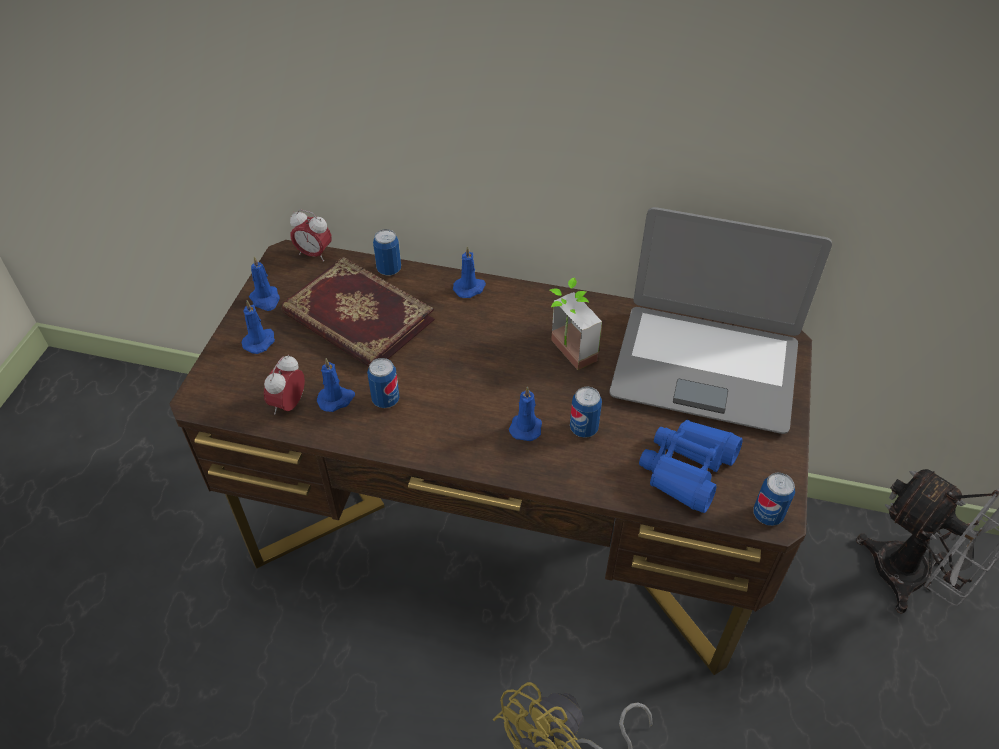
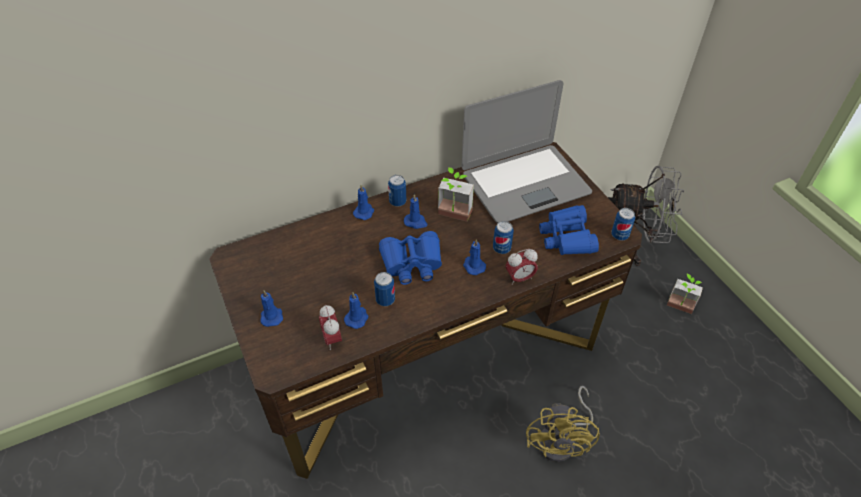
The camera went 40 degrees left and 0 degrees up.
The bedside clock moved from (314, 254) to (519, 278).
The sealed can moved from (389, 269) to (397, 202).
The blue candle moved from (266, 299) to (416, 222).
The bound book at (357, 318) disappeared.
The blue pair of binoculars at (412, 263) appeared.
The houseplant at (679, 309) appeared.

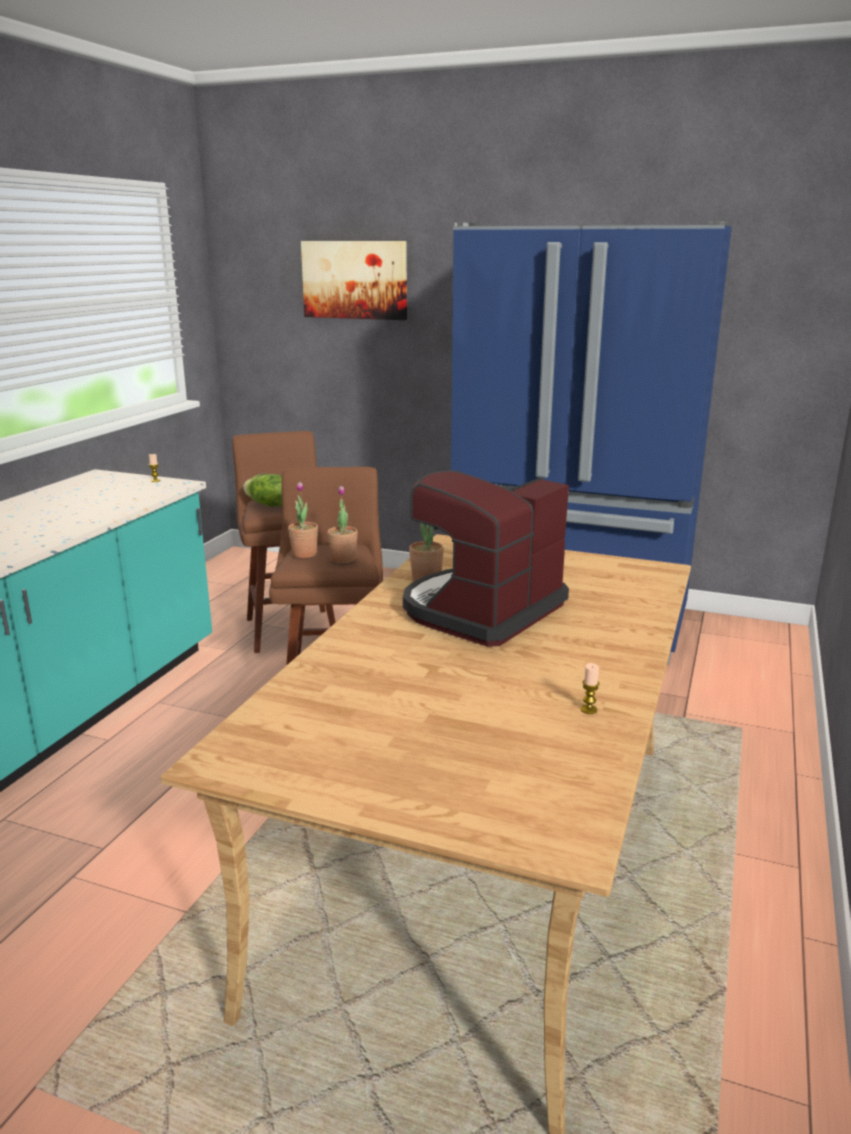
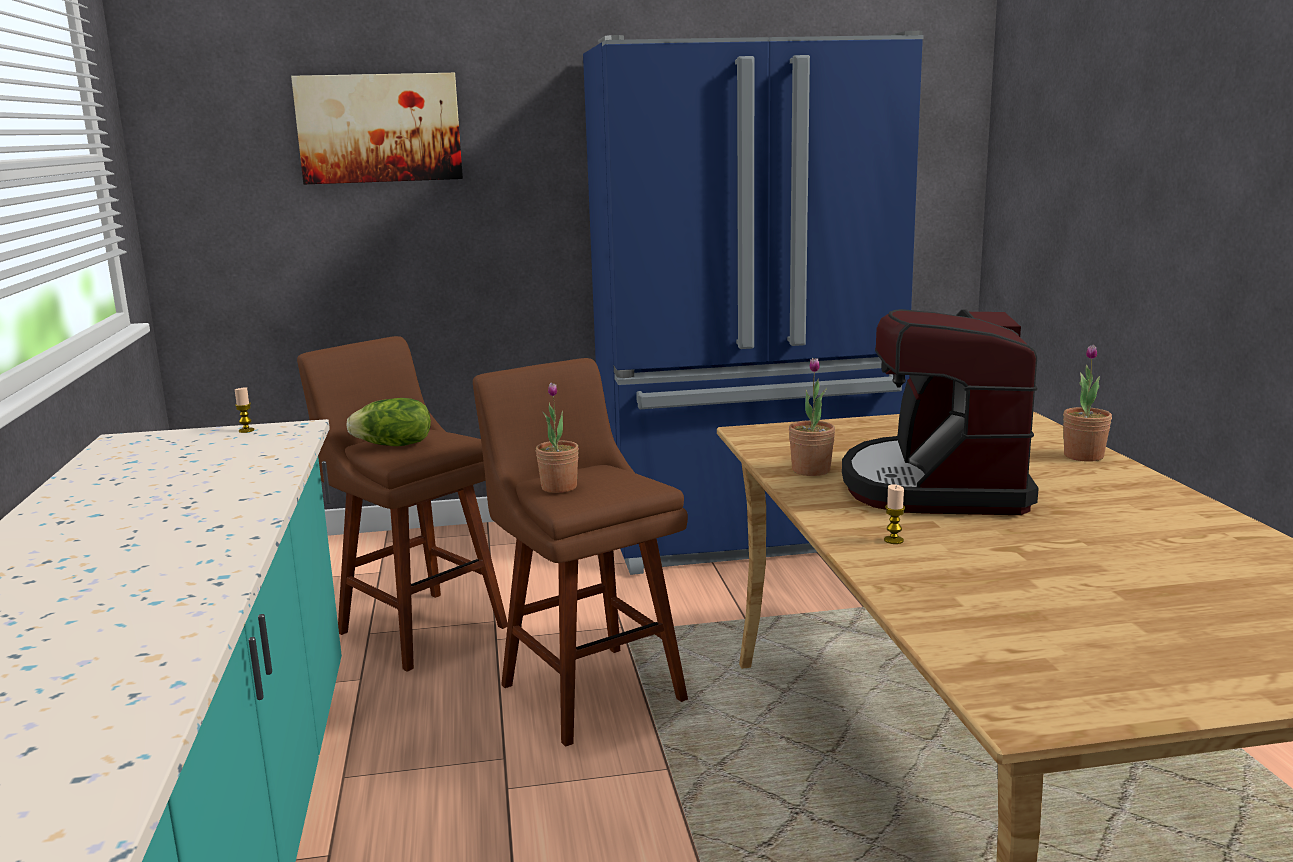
The camera went 30 degrees left and 5 degrees down.
The houseplant moved from (343, 559) to (1083, 456).
The candle moved from (588, 709) to (893, 540).

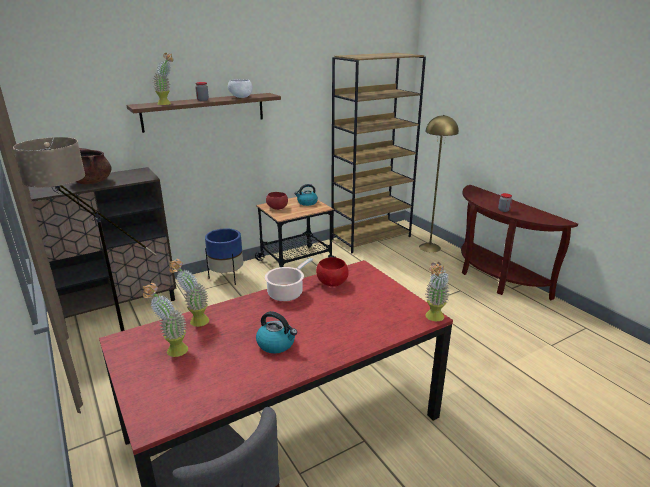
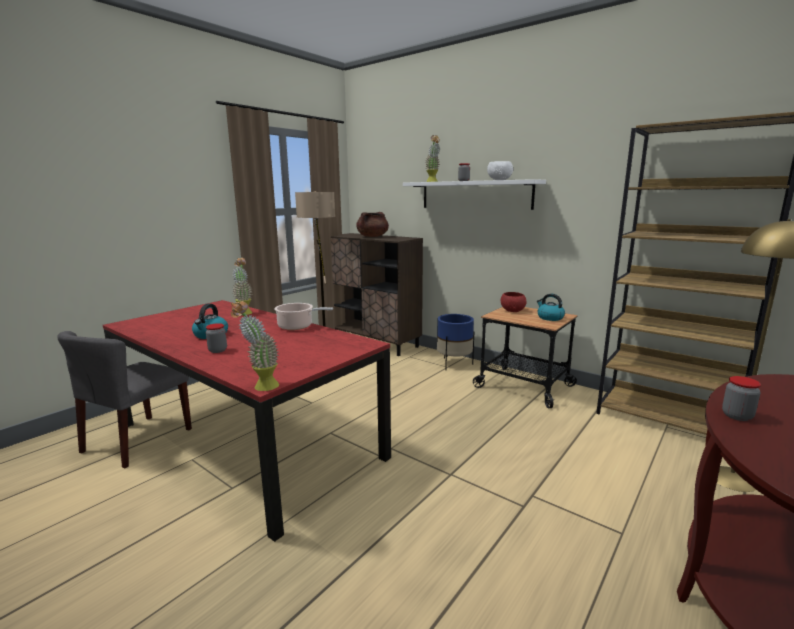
The camera went 70 degrees right and 10 degrees down.
The brown-coloured bracket shelf at (204, 112) became the white bracket shelf at (475, 195).
The reddish deep dish at (332, 282) disappeared.
The houseplant at (172, 350) disappeared.
The jar at (217, 350) appeared.

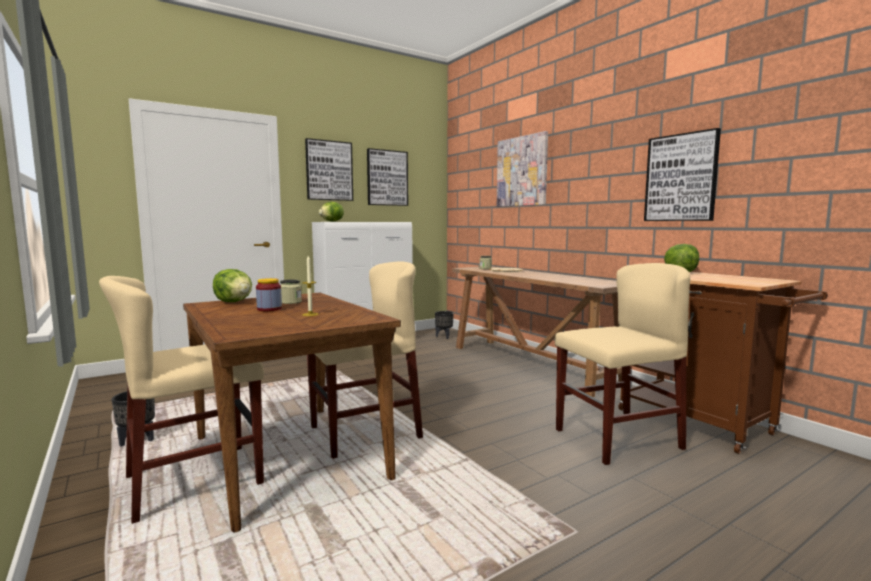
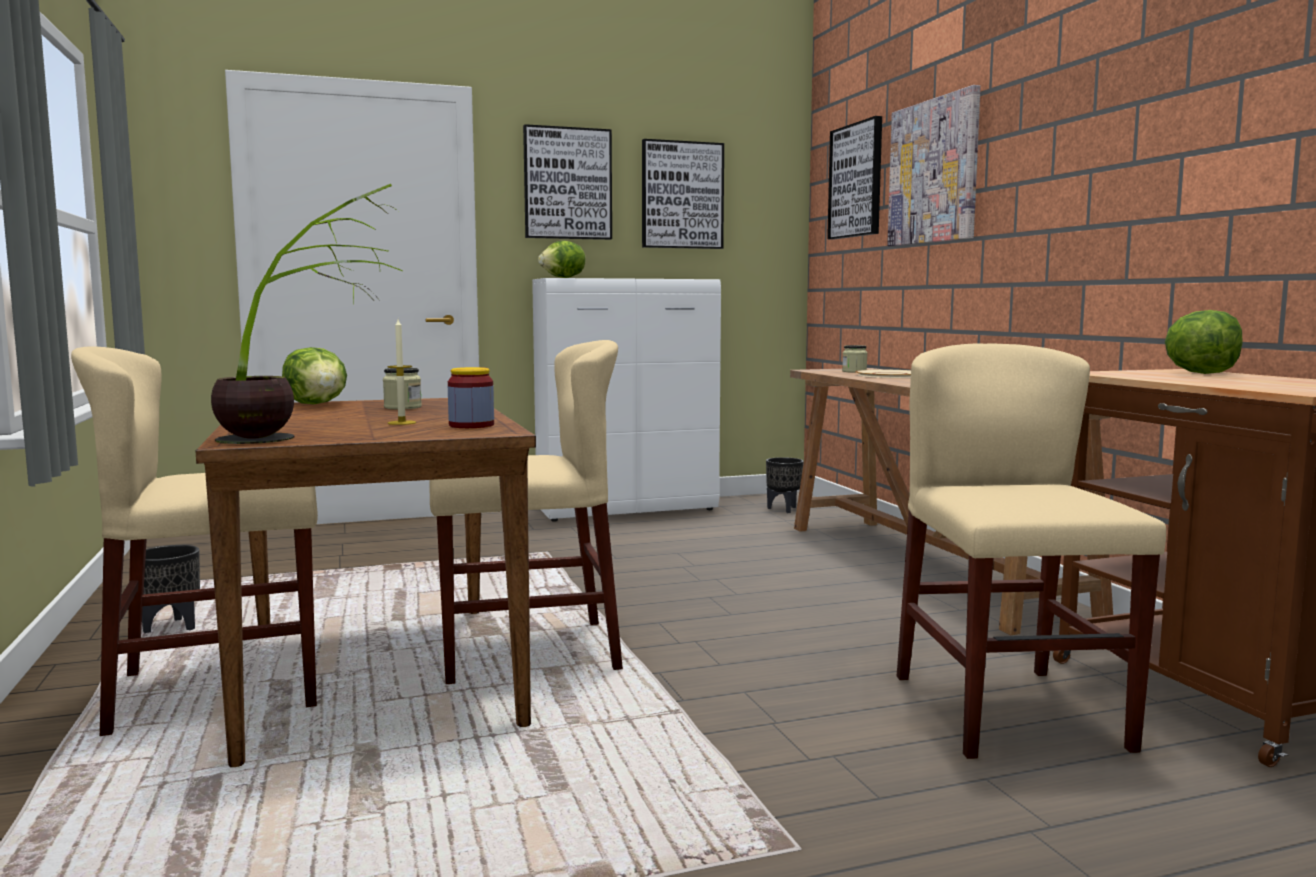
The camera went 15 degrees right and 0 degrees up.
The wall art moved from (681, 178) to (856, 181).
The sand-coloured plain chair at (617, 439) turned 90 degrees counterclockwise.
The jar moved from (269, 309) to (471, 425).
The houseplant at (303, 437) appeared.

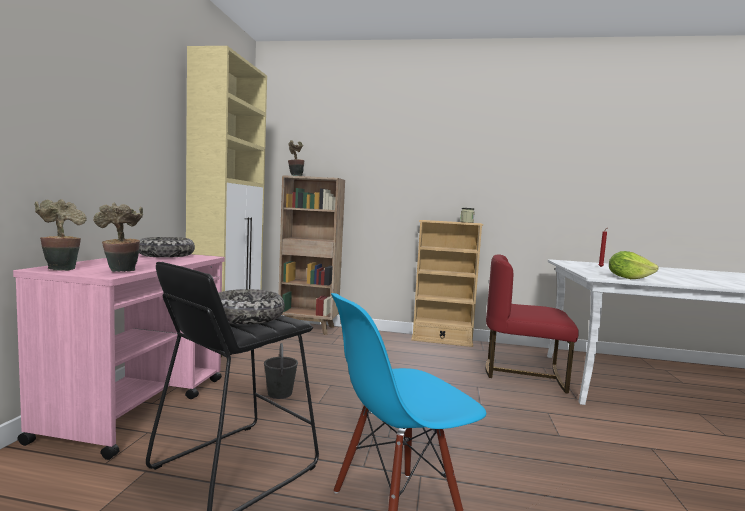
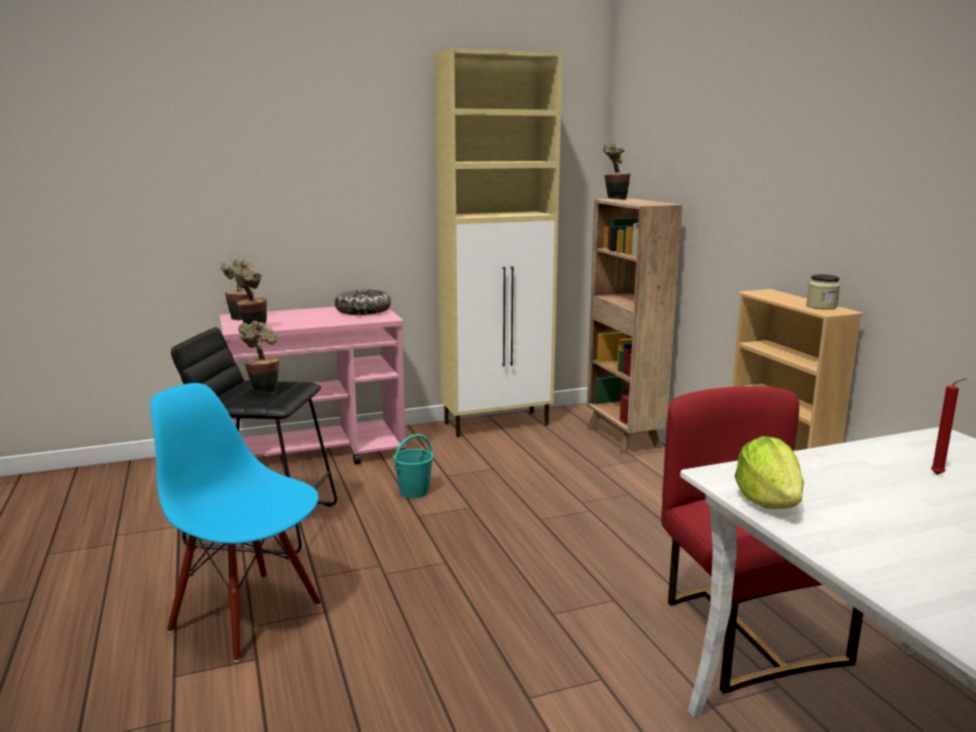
The camera went 60 degrees right and 10 degrees up.
The deep dish at (246, 318) was replaced by the houseplant at (263, 391).
The greyish bucket at (280, 393) became the turquoise-coloured bucket at (413, 492).

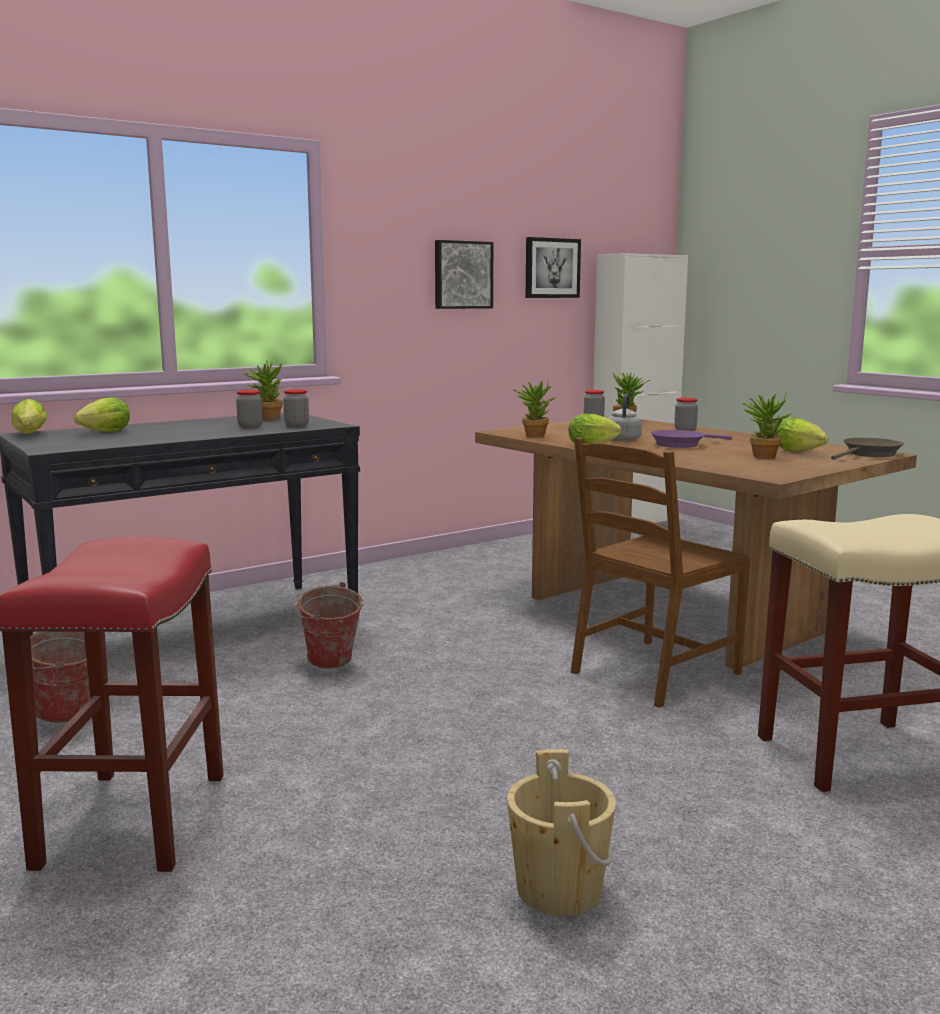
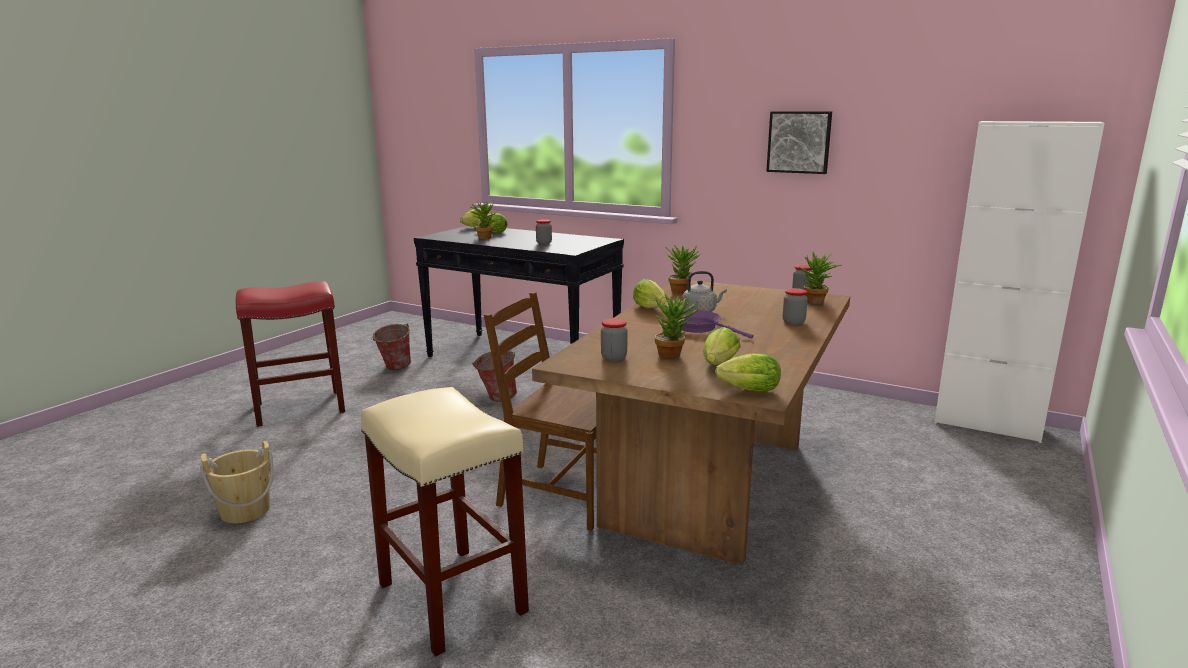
The camera went 65 degrees right and 5 degrees up.
The wall art at (551, 268) disappeared.
The houseplant moved from (265, 418) to (484, 237).
The jar moved from (296, 425) to (614, 358).
The brown-coloured skillet at (869, 454) was replaced by the head of lettuce at (746, 390).

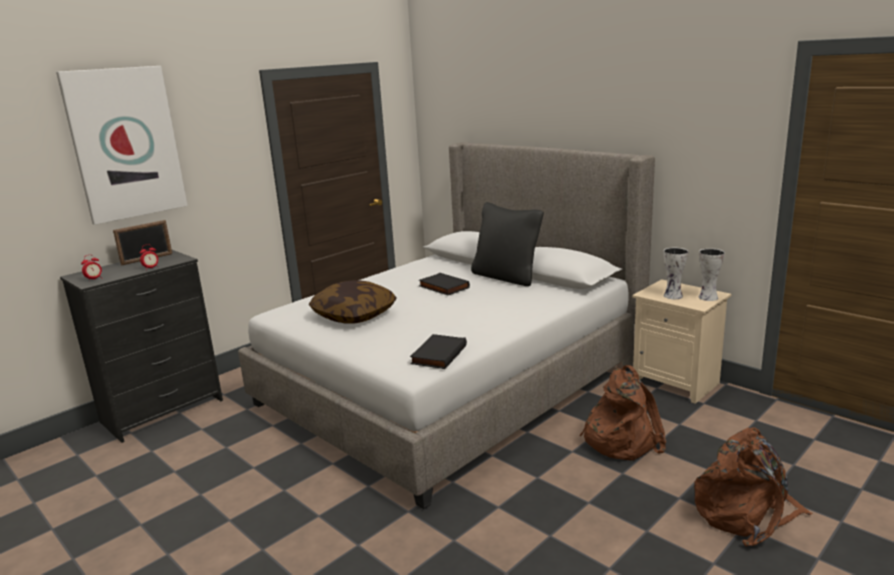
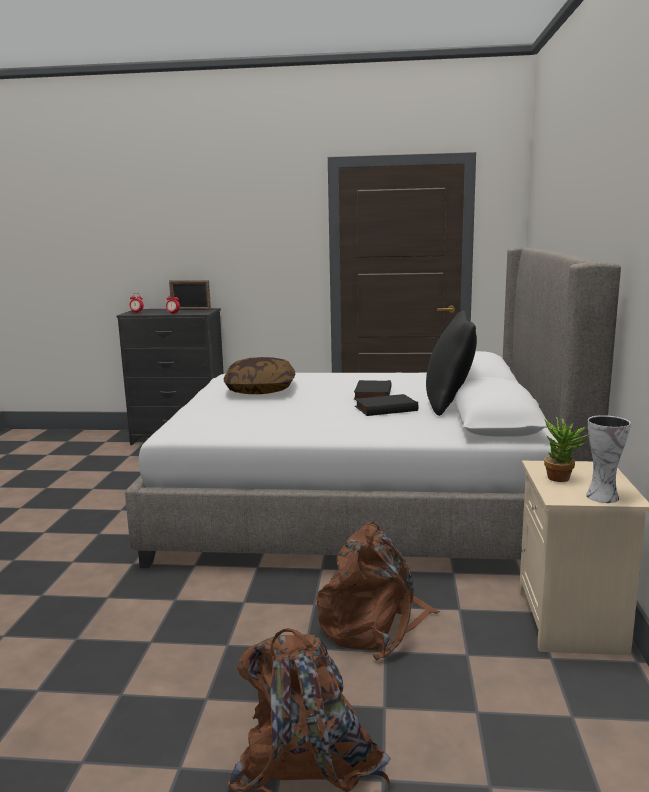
The camera went 50 degrees right and 5 degrees down.
The wall art at (125, 143) disappeared.
The decorative vase at (673, 296) was replaced by the houseplant at (563, 479).
The black-coloured bound book moved from (438, 354) to (385, 408).

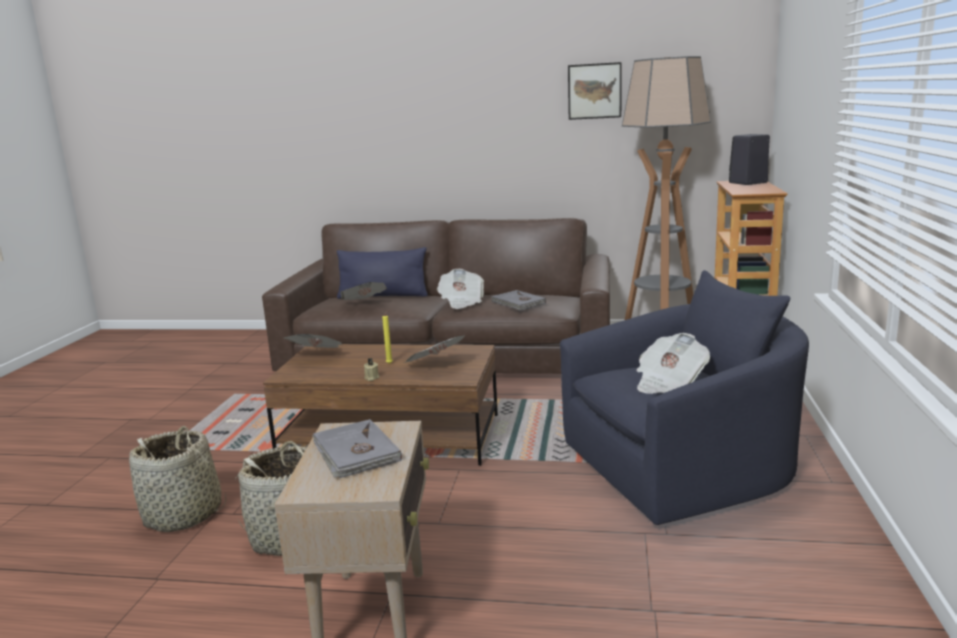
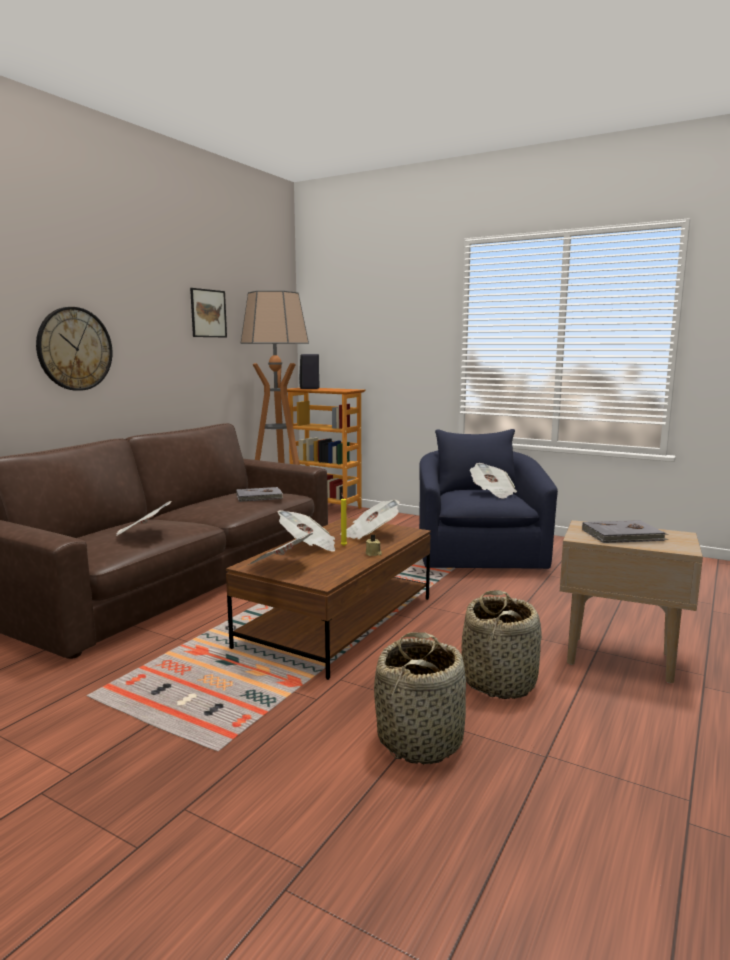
The camera went 70 degrees left and 5 degrees down.
The blue throw pillow at (383, 296) disappeared.
The printed paper moved from (461, 302) to (308, 546).
The hanging clock at (74, 349) appeared.

